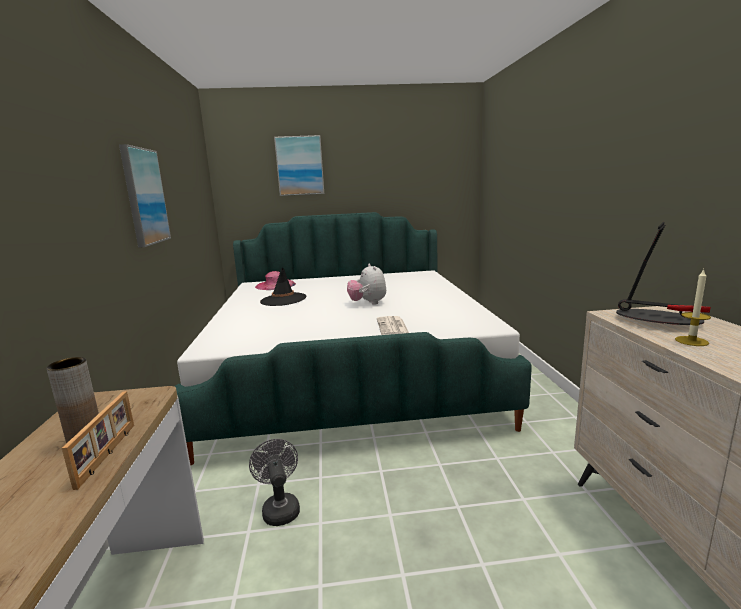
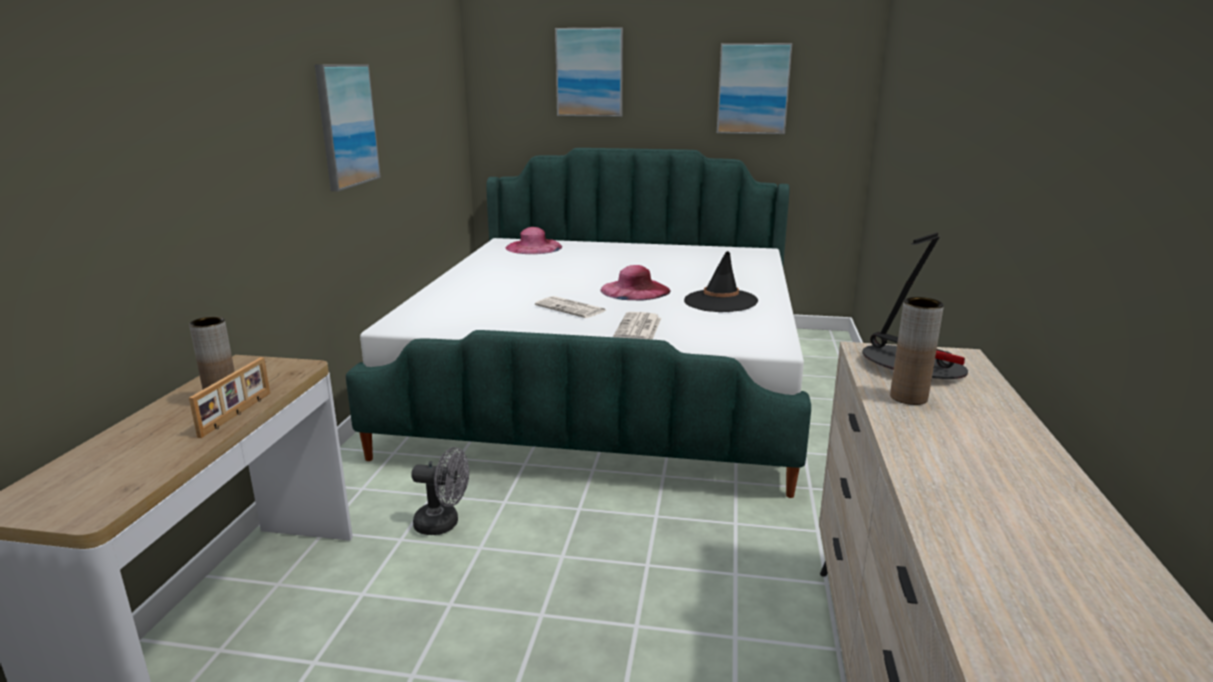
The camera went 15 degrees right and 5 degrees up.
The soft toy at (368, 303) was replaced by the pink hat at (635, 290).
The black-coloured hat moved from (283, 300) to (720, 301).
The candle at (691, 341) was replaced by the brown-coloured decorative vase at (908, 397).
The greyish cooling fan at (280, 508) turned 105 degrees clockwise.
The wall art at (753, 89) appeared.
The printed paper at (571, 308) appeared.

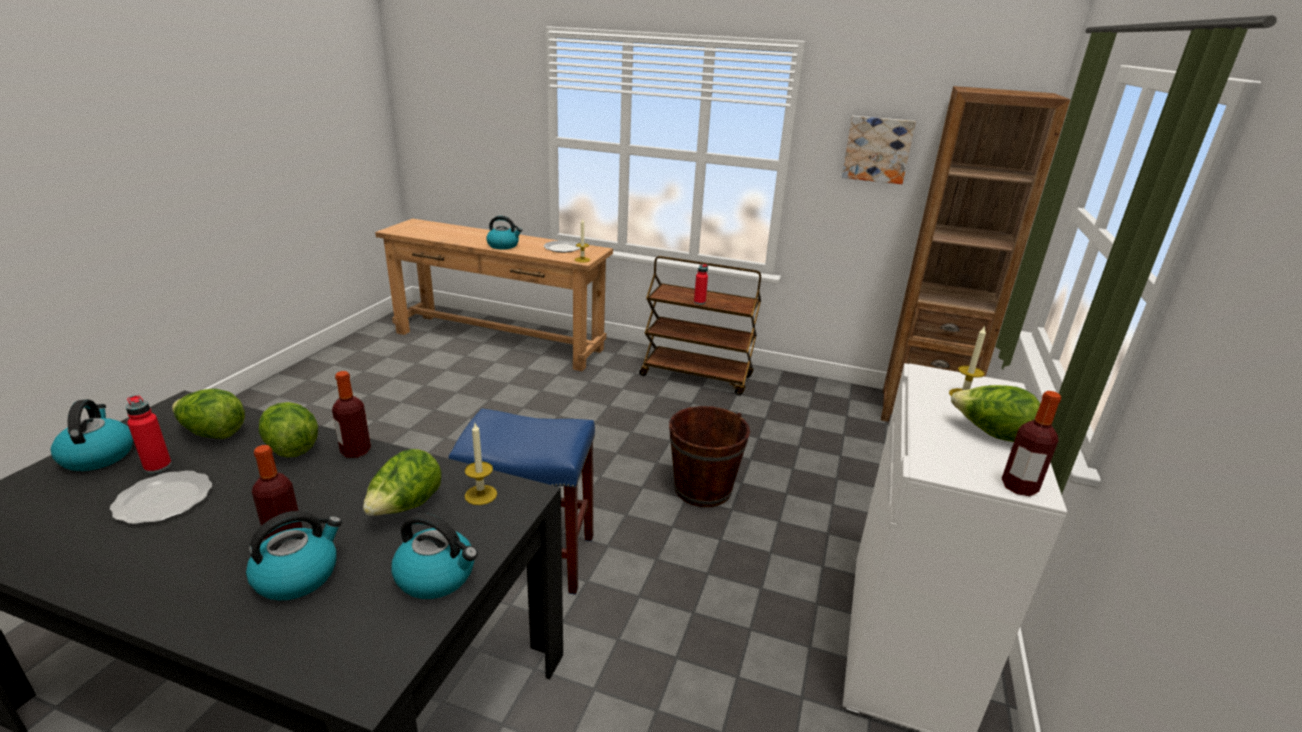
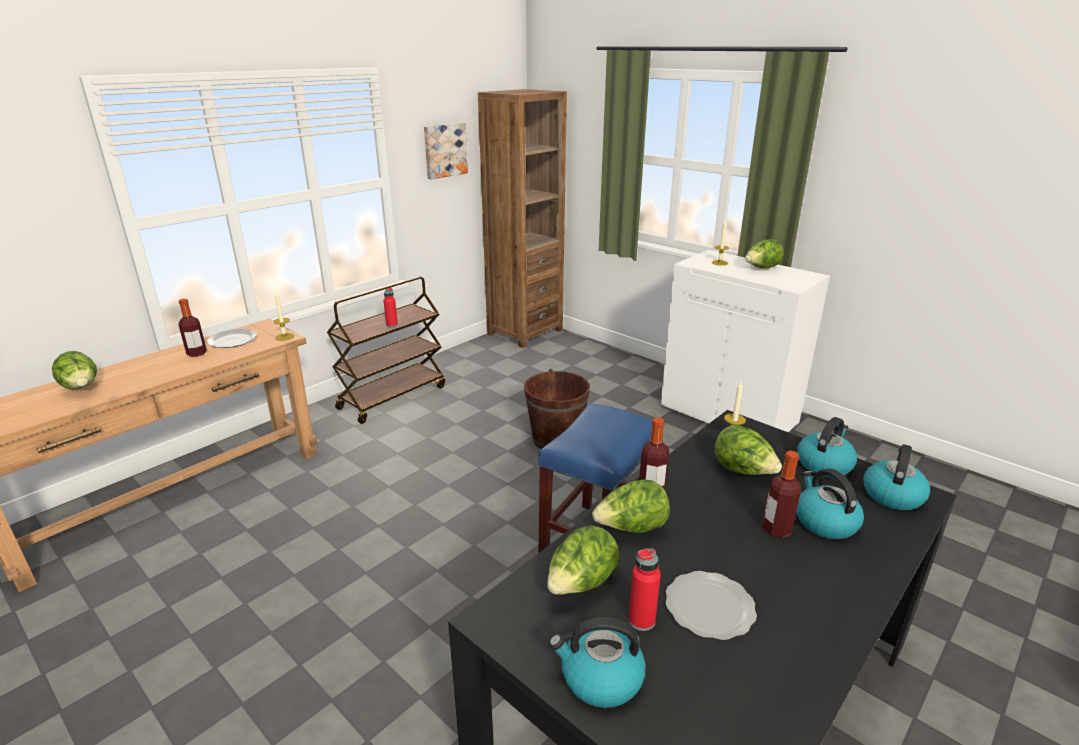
The camera went 65 degrees left and 0 degrees up.
The kettle moved from (503, 245) to (892, 494).
The drink bottle moved from (1019, 487) to (197, 353).
The head of lettuce at (82, 388) appeared.

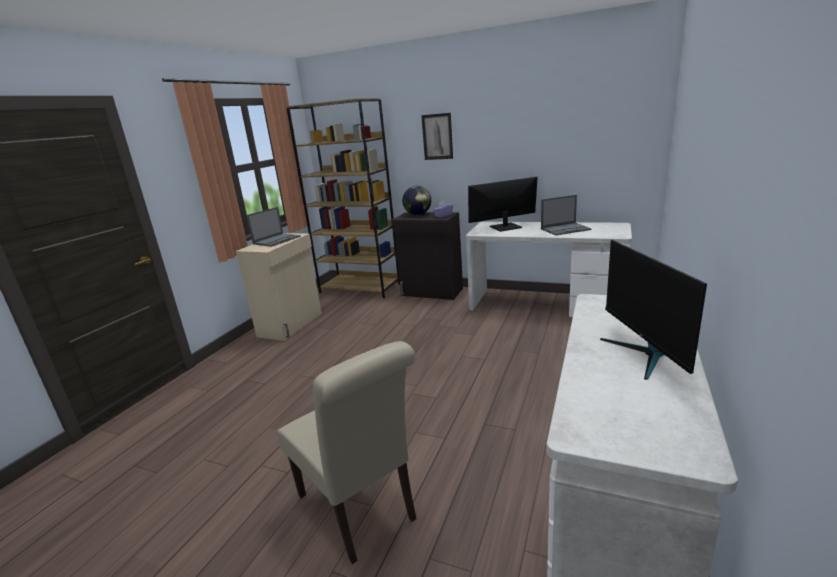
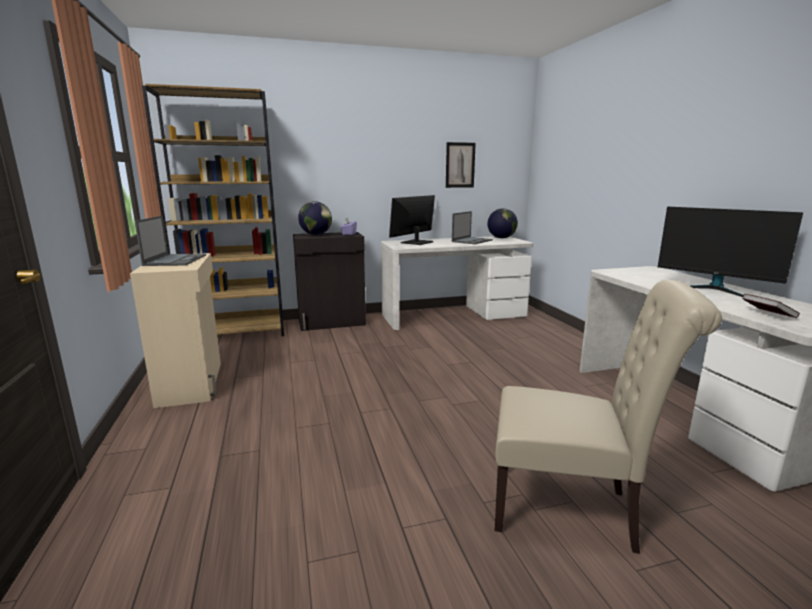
The camera went 40 degrees left and 5 degrees down.
The wall art moved from (437, 136) to (460, 165).
The desk globe at (501, 238) appeared.
The bound book at (767, 314) appeared.

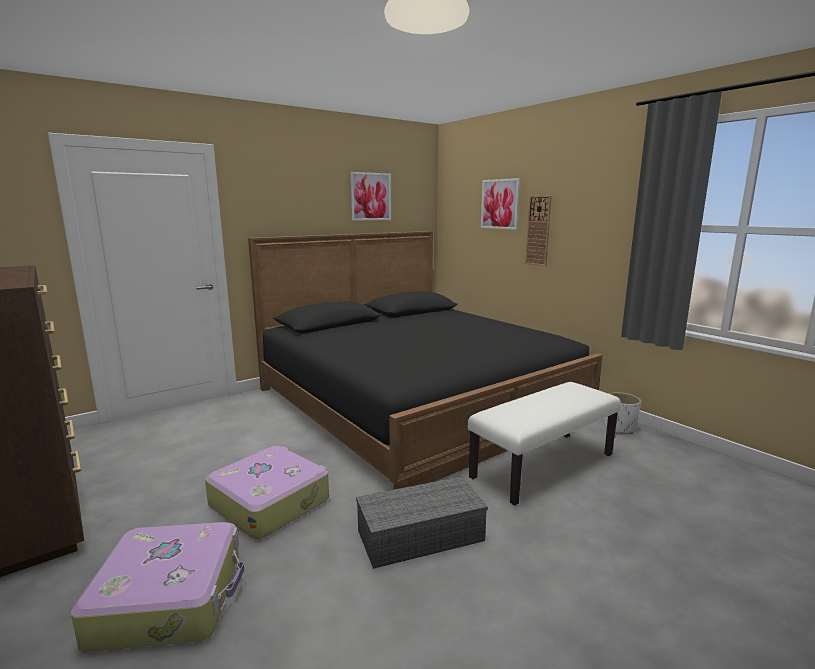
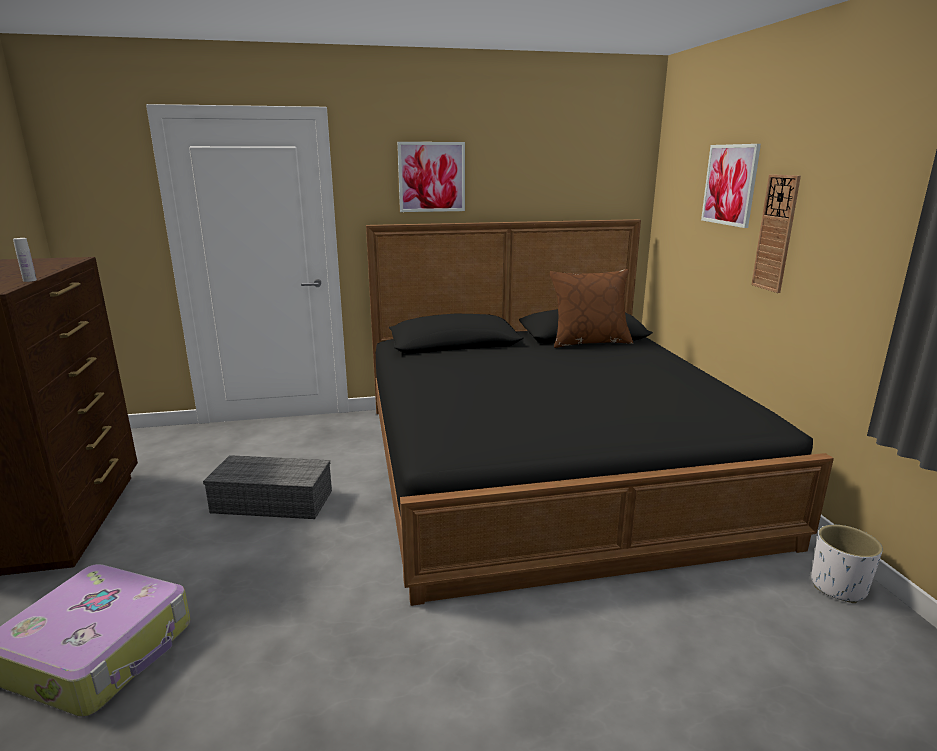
The camera went 25 degrees right and 5 degrees up.
The wall art moved from (370, 196) to (431, 177).
The white indoor bench at (543, 465) disappeared.
The travel case at (270, 502) disappeared.
The greyish storage bin moved from (421, 534) to (274, 501).
The white drink bottle at (30, 280) appeared.
The brown-coloured throw pillow at (589, 342) appeared.

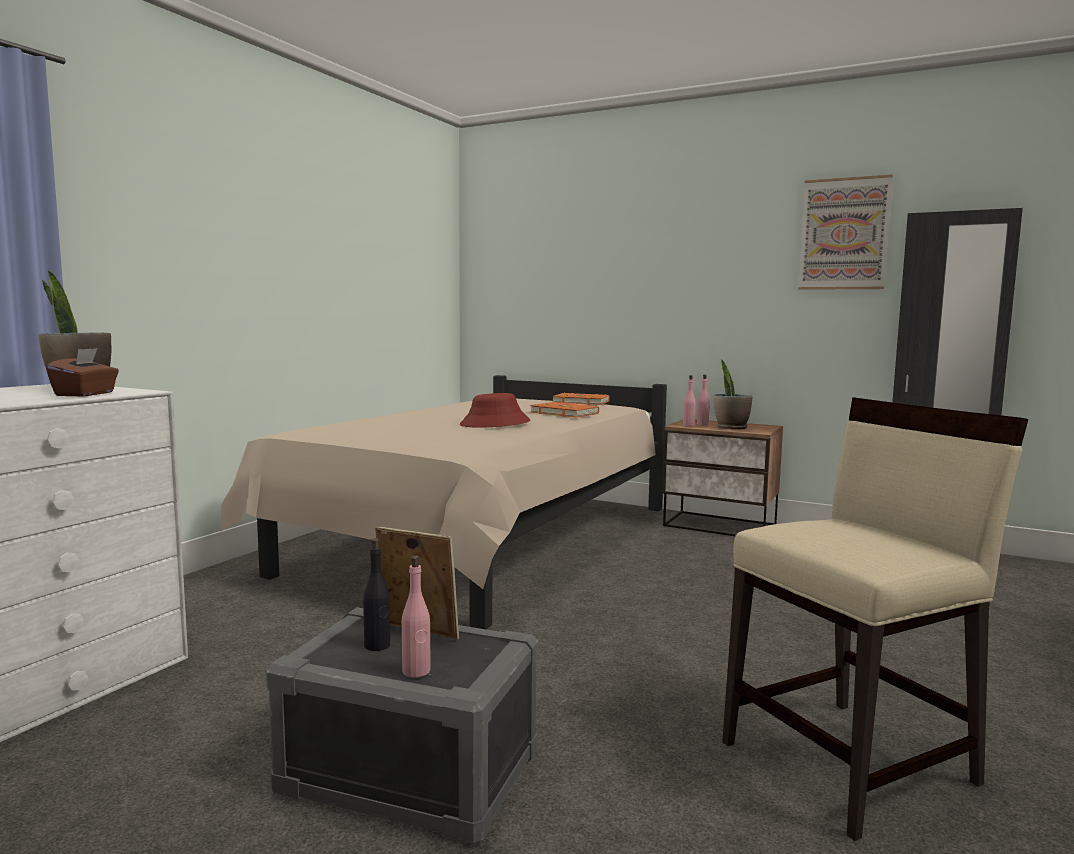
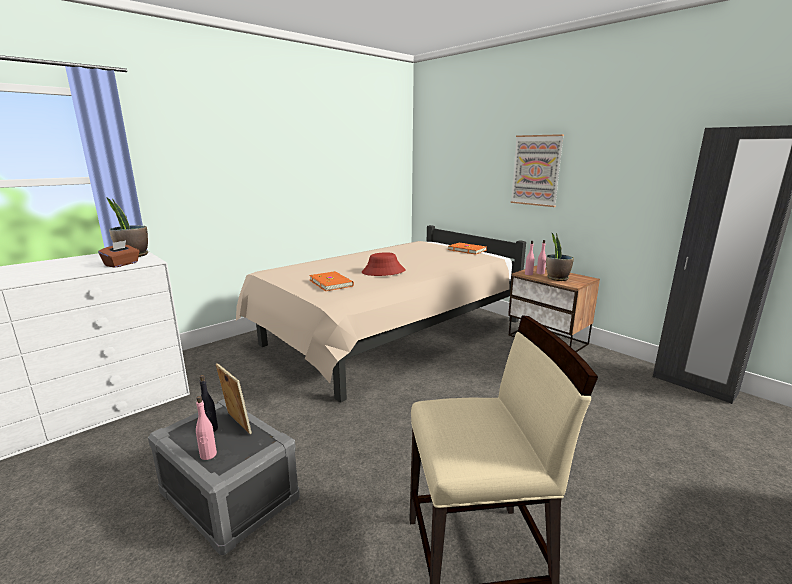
The camera went 20 degrees right and 10 degrees up.
The wall art moved from (844, 234) to (536, 170).
The orange-coloured bound book moved from (564, 413) to (331, 283).

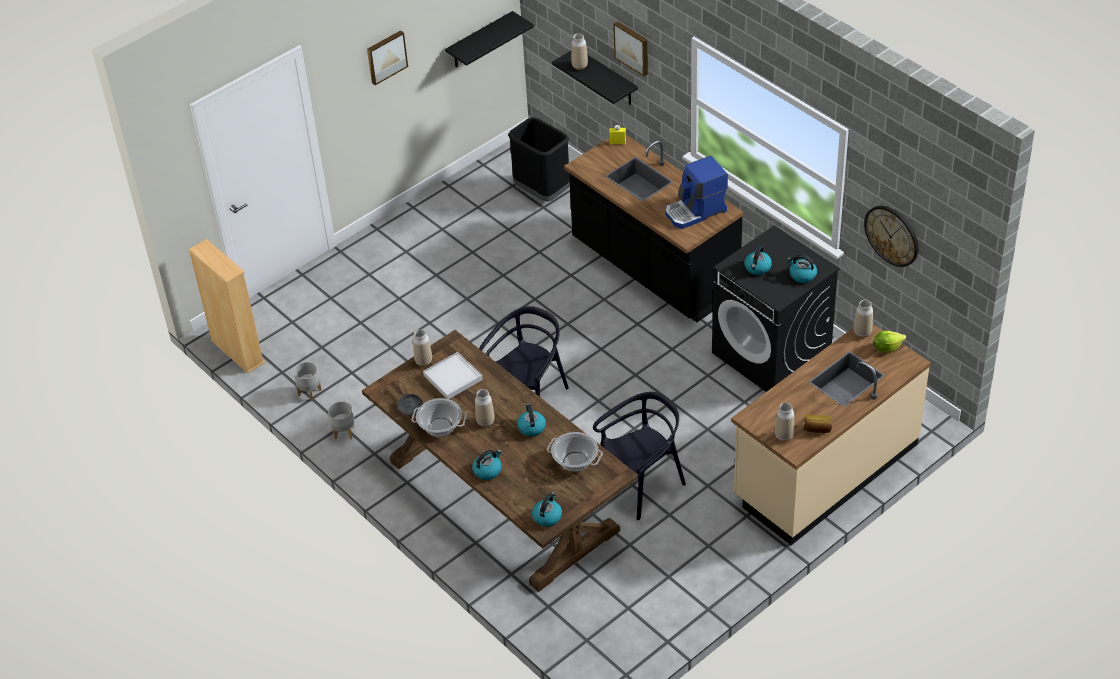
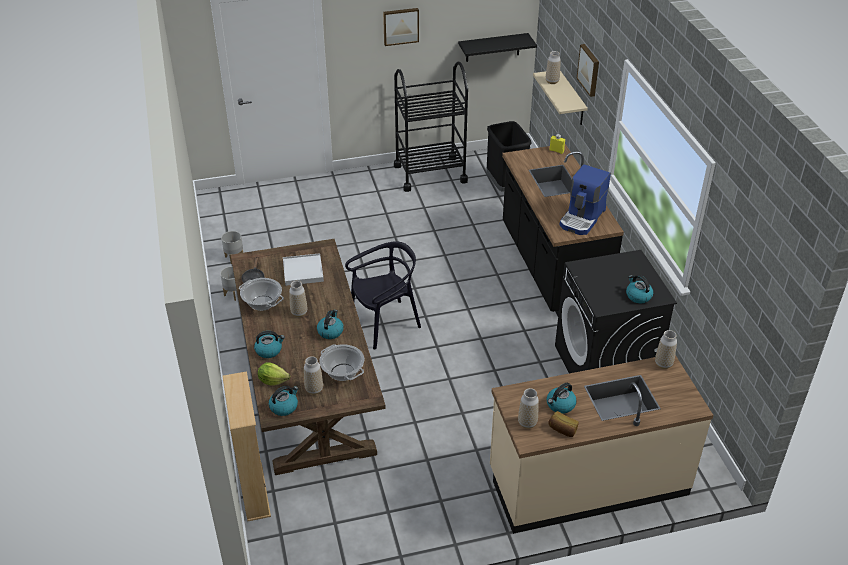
The camera went 25 degrees right and 5 degrees down.
The black-coloured bracket shelf at (607, 78) became the sand-coloured bracket shelf at (572, 99).
The coffee machine at (696, 212) turned 60 degrees counterclockwise.
The hanging clock at (892, 235) disappeared.
The sand-coloured bookcase moved from (237, 352) to (254, 492).
The kettle moved from (757, 268) to (560, 405).
The decorative vase moved from (423, 361) to (314, 390).
The head of lettuce moved from (887, 347) to (273, 380).
The black-coloured plain chair at (642, 484) disappeared.
The black-coloured cart at (430, 173) appeared.

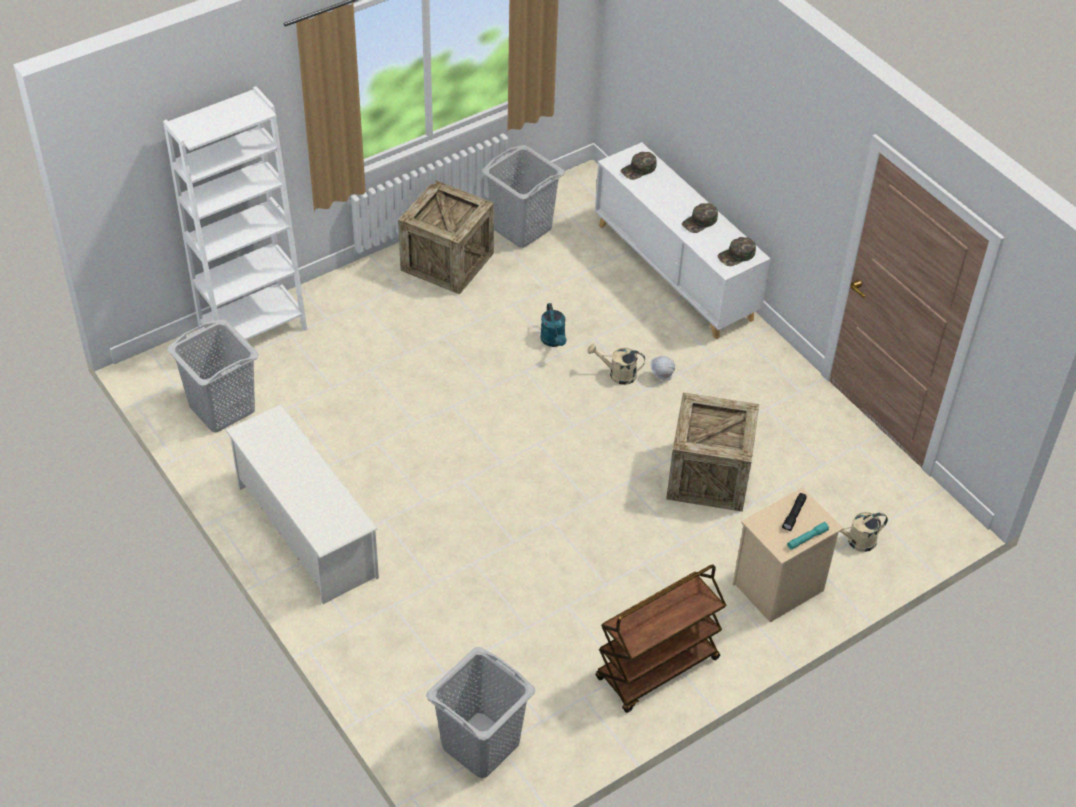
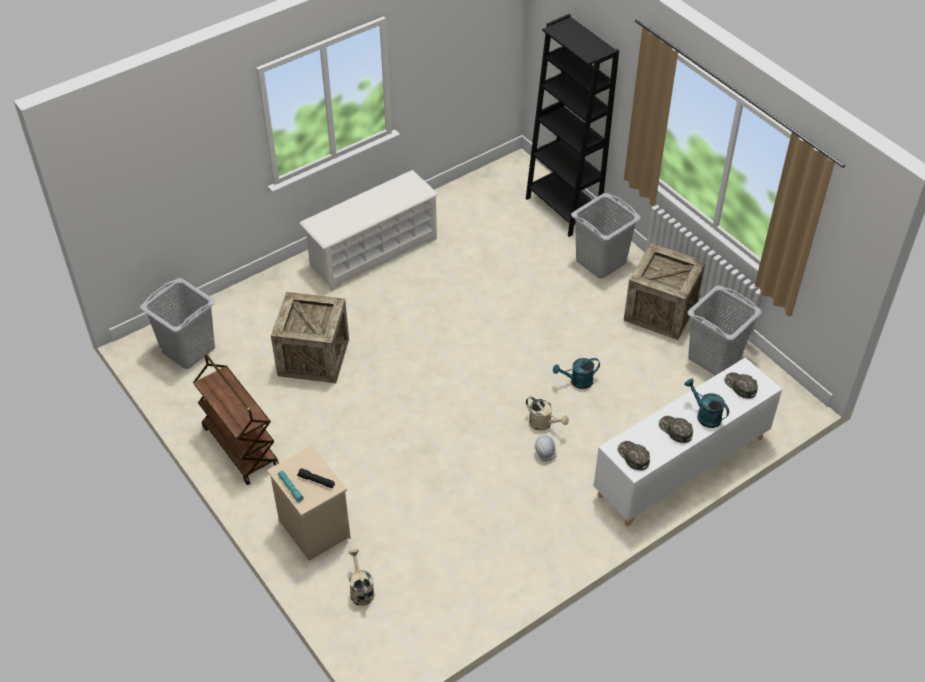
The camera went 90 degrees right and 0 degrees up.
The white bookcase at (253, 331) became the black-coloured bookcase at (562, 209).
The greyish hamper moved from (222, 408) to (601, 262).
The sand-coloured watering can at (617, 374) turned 120 degrees clockwise.
The shipping crate moved from (708, 476) to (313, 357).
The turquoise-coloured watering can at (705, 415) appeared.

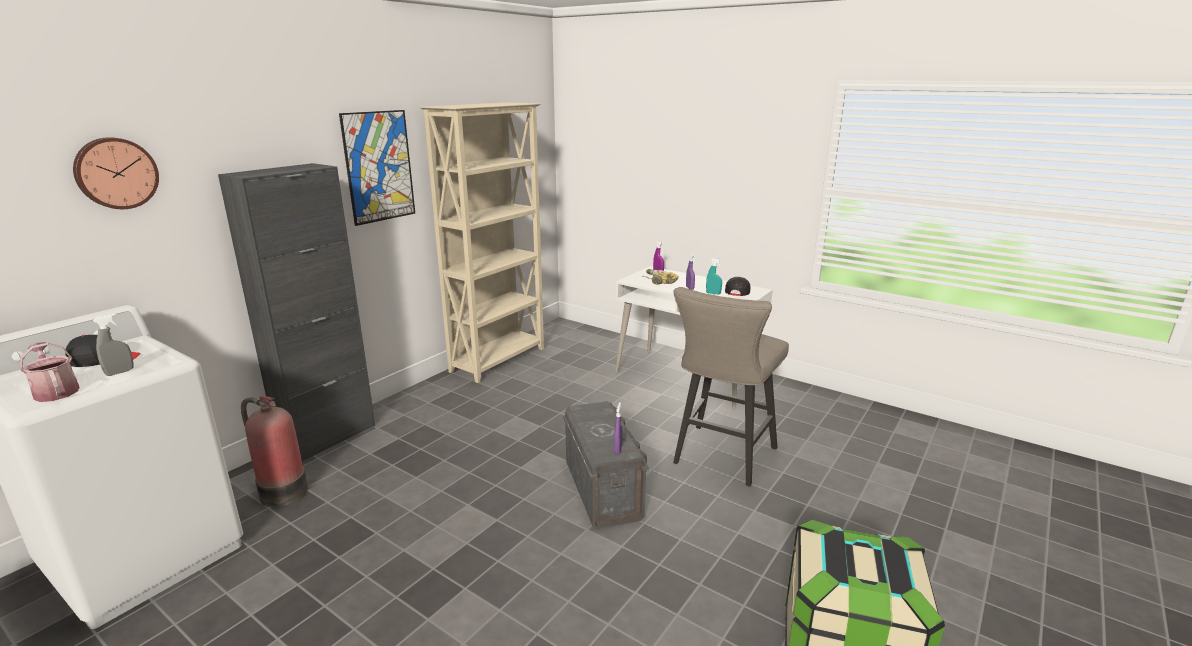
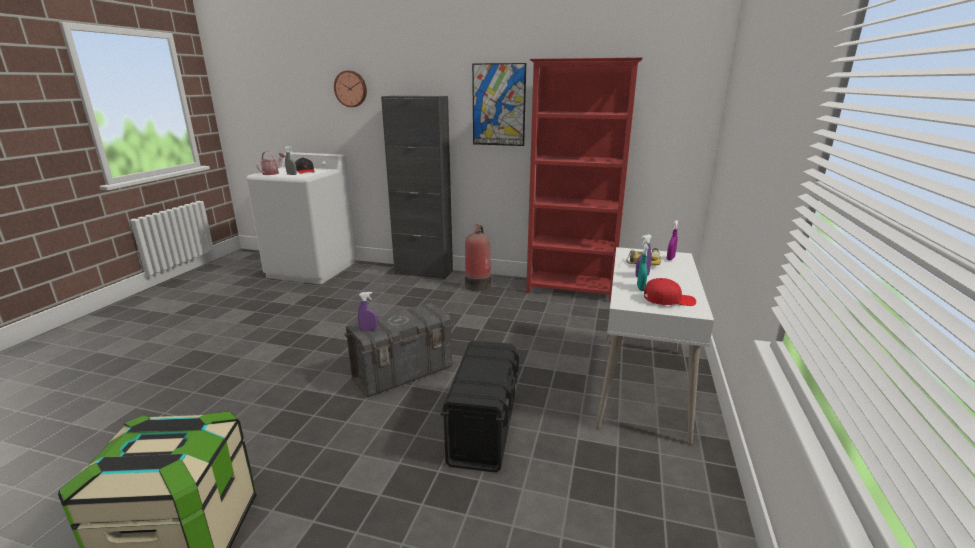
The camera went 70 degrees right and 0 degrees up.
The sand-coloured bookcase at (499, 360) became the reddish bookcase at (571, 291).
The black-coloured baseball cap at (738, 291) became the reddish baseball cap at (668, 300).
The sand-coloured stool at (721, 458) was replaced by the black-coloured storage bin at (483, 430).
The extinguisher moved from (281, 492) to (478, 285).

